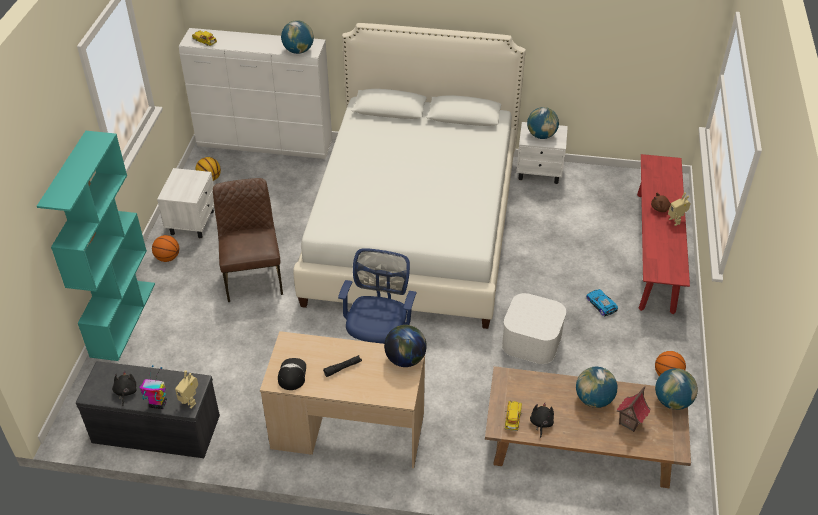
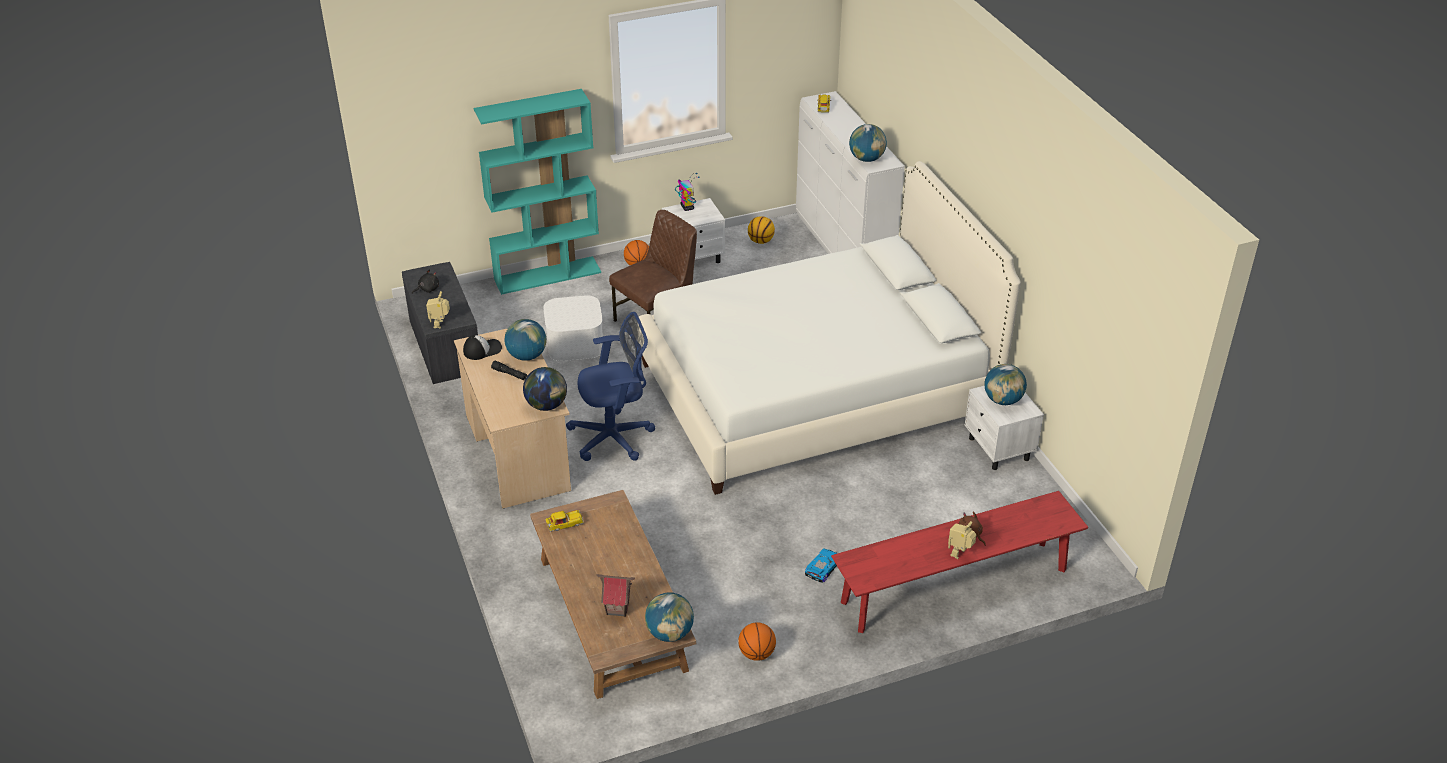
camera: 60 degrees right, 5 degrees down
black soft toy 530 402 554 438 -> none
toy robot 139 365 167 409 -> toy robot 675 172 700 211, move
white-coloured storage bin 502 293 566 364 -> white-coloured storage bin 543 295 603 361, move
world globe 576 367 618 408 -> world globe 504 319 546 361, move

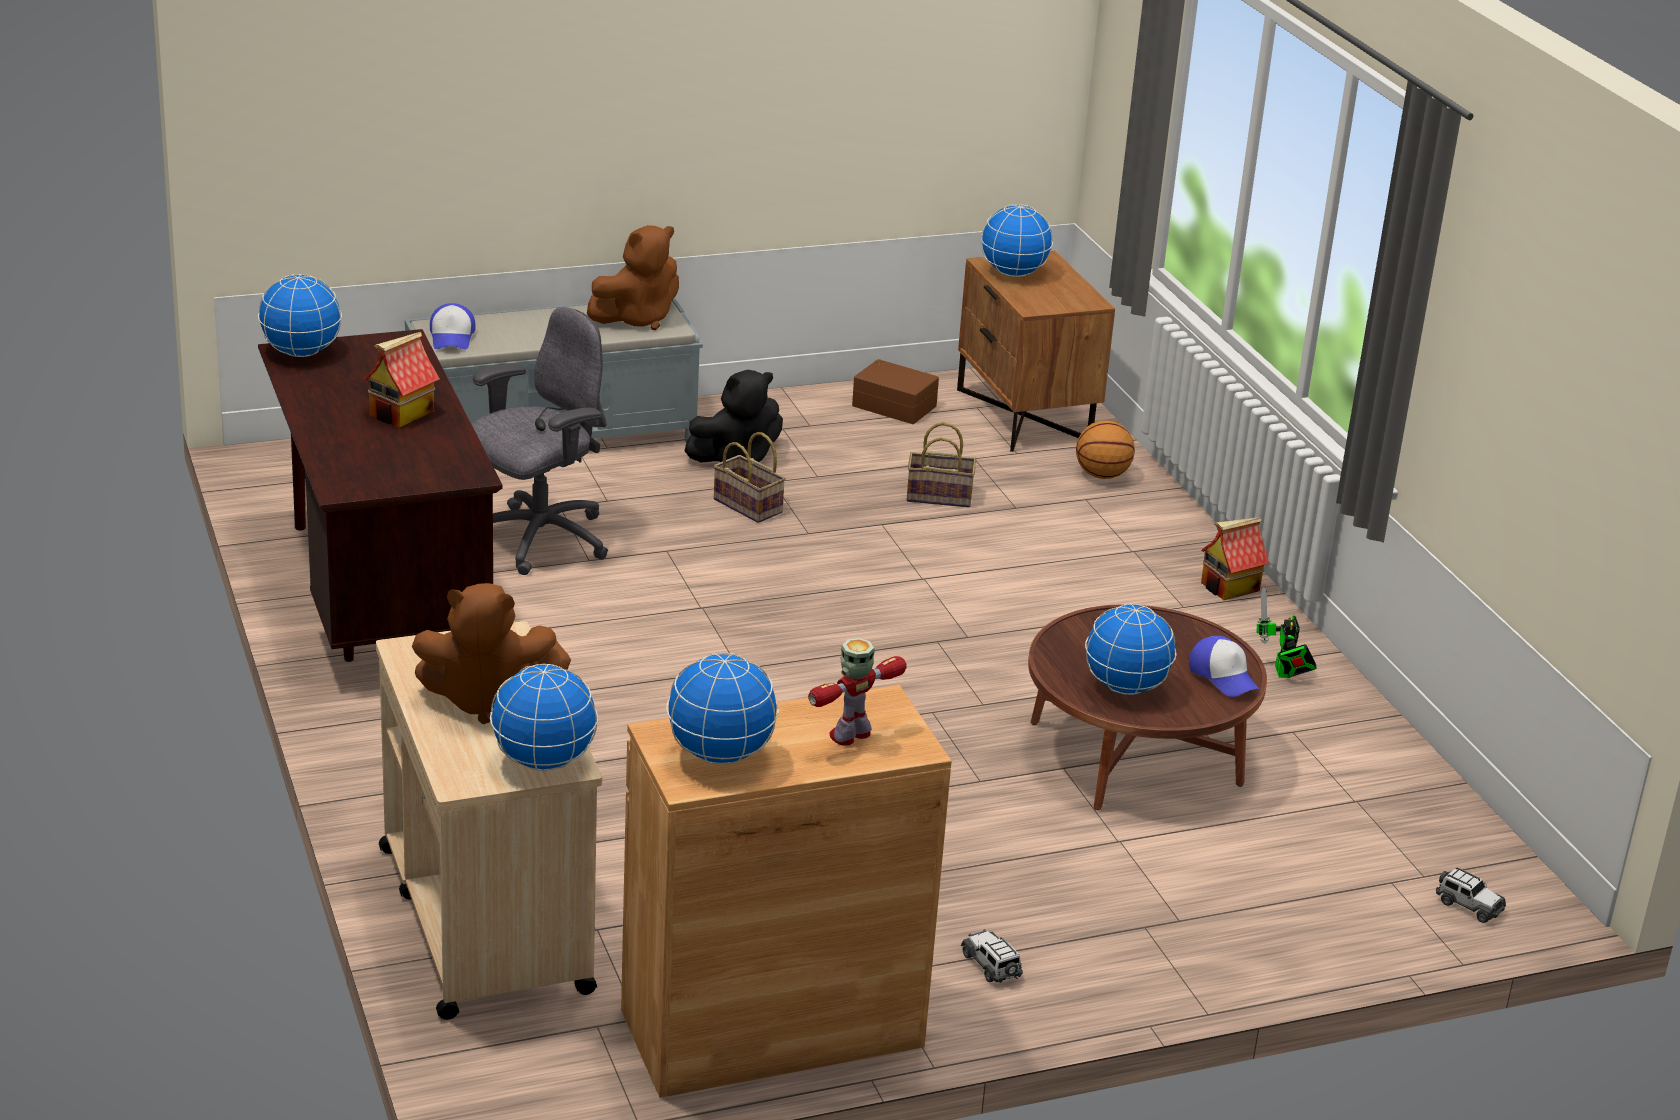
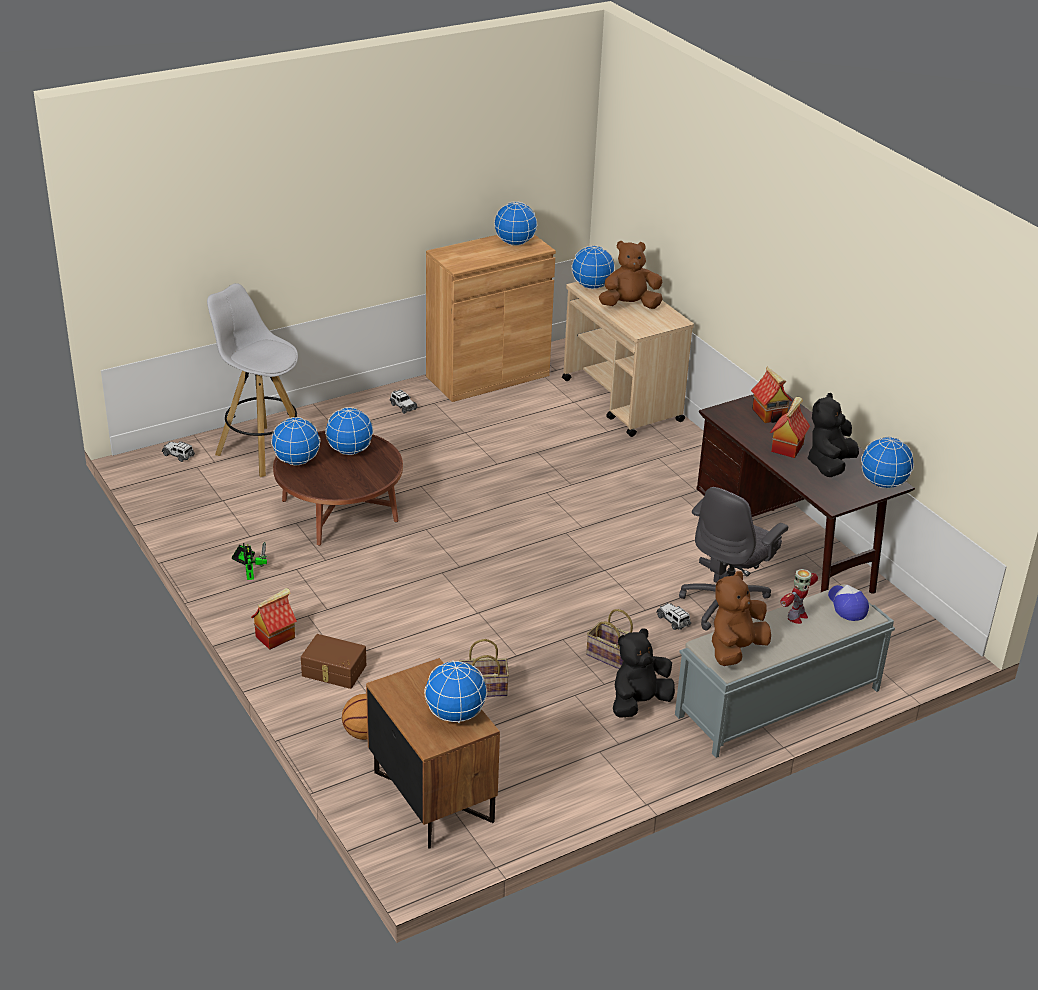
camera: 170 degrees right, 5 degrees up
none -> white-coloured sitting stool 207 283 298 477
none -> model car 656 603 691 630
none -> model house 751 367 792 423
none -> black soft toy 808 393 859 477
toy robot 808 638 907 746 -> toy robot 780 569 818 624, move
brownish storage bin 852 359 939 424 -> brownish storage bin 301 634 366 689, move
peaked cap 1189 636 1260 697 -> world globe 271 417 320 465

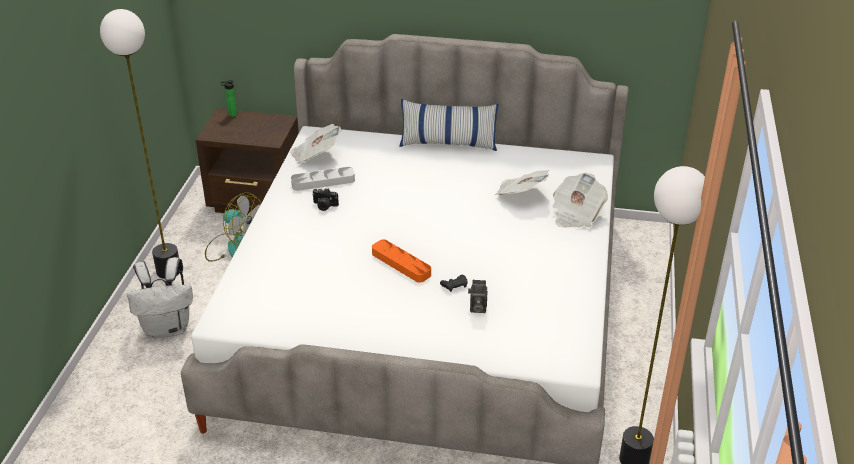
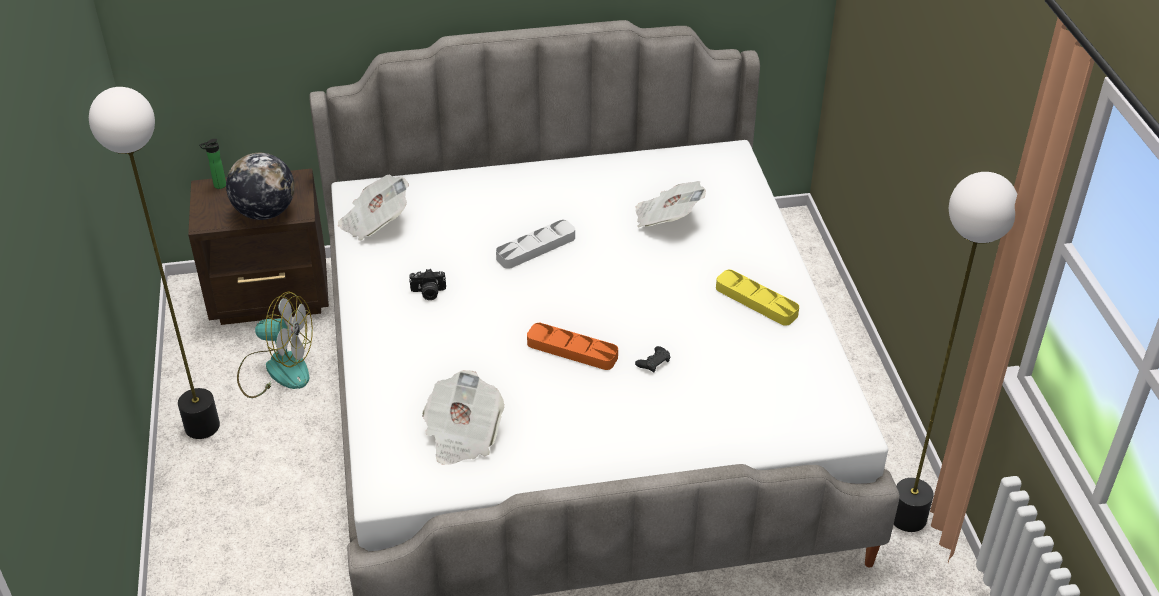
camera: 20 degrees left, 5 degrees up
white-coloured rucksack 127 257 193 339 -> none
cushion 399 99 499 151 -> none
still camera 468 280 488 313 -> none
none -> world globe 226 153 295 220
none -> yellow carrying tray 716 270 799 326
greyish carrying tray 291 167 355 191 -> greyish carrying tray 496 220 575 269, move
printed paper 552 173 608 228 -> printed paper 422 370 505 465, move

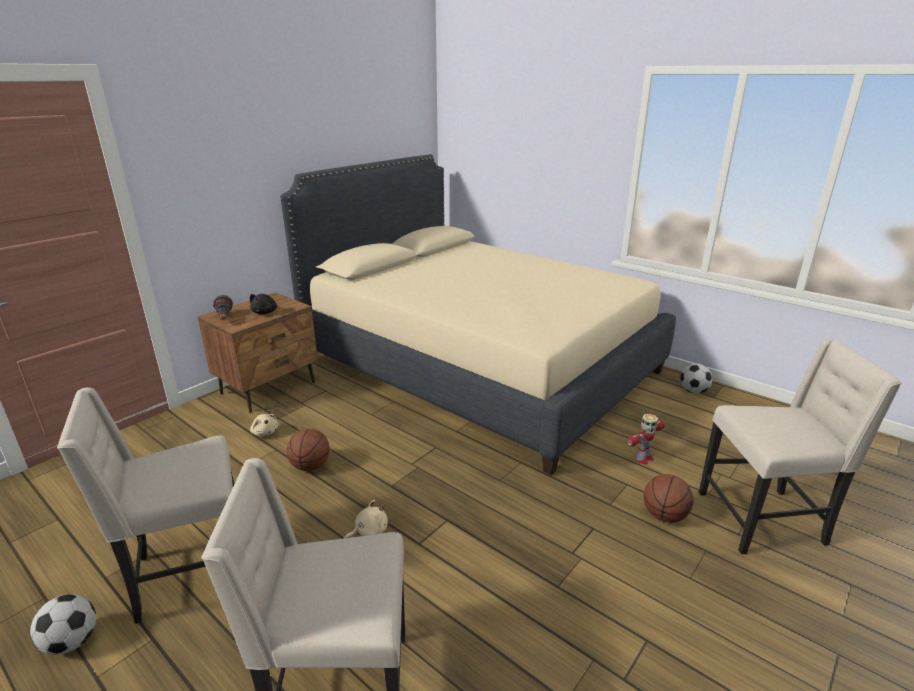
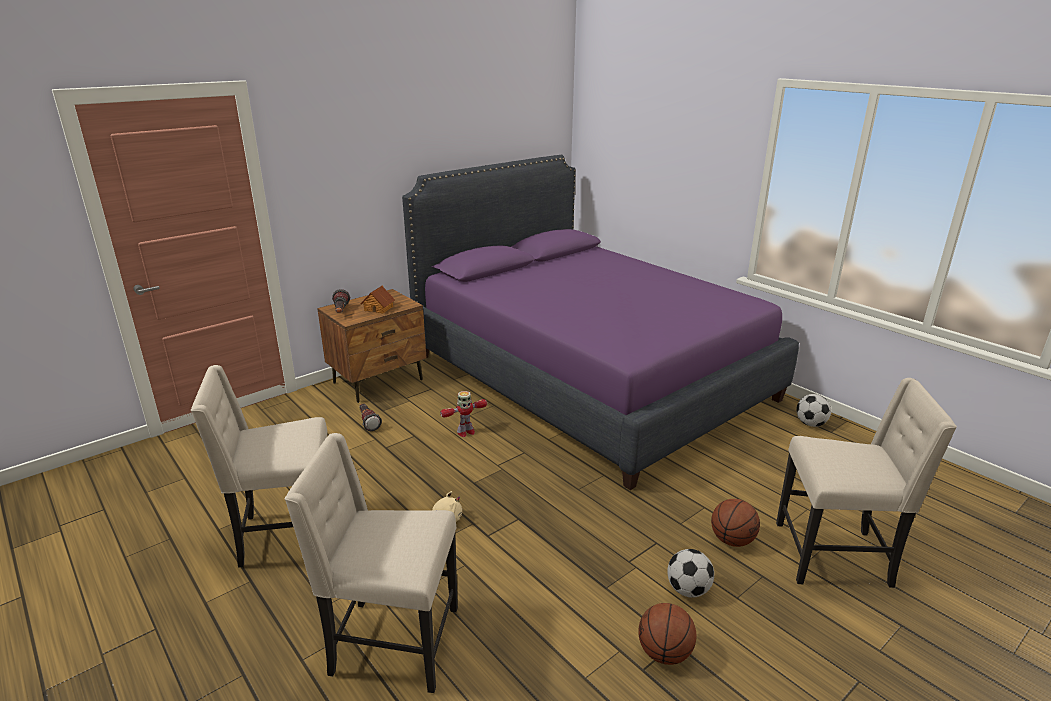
camera: 10 degrees right, 0 degrees up
football ball 30 594 96 655 -> football ball 667 549 714 598, move
basketball ball 287 429 330 471 -> basketball ball 638 603 696 665, move
toy robot 627 414 665 465 -> toy robot 440 391 487 437, move
black soft toy 250 294 277 314 -> model house 360 286 395 314
beige-coloured soft toy 250 414 278 437 -> hand torch 360 404 382 431
beige-coloured sleeping bed 280 154 676 475 -> purple sleeping bed 402 155 799 490

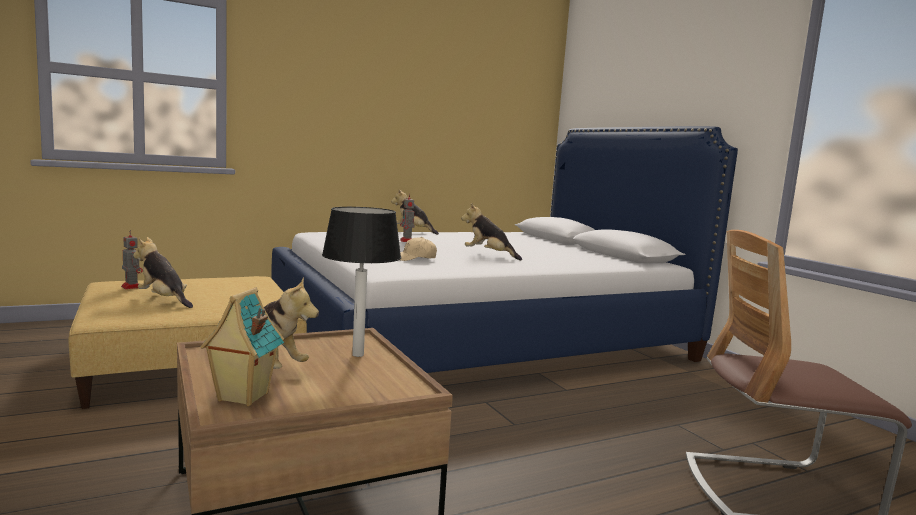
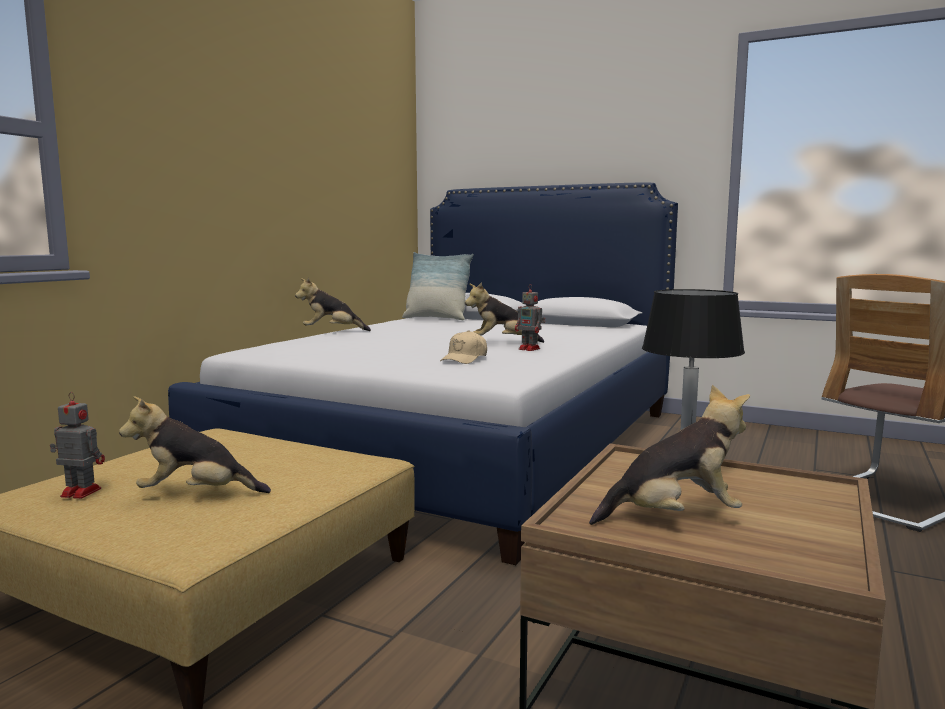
camera: 35 degrees left, 0 degrees up
model house 201 287 284 406 -> none
none -> cushion 402 252 474 320
toy robot 400 193 414 242 -> toy robot 515 284 545 351, move

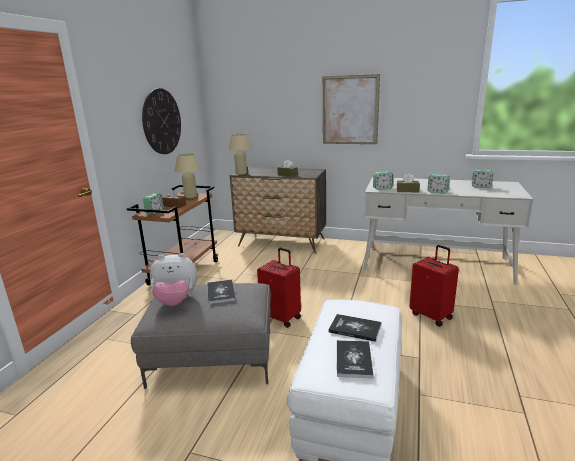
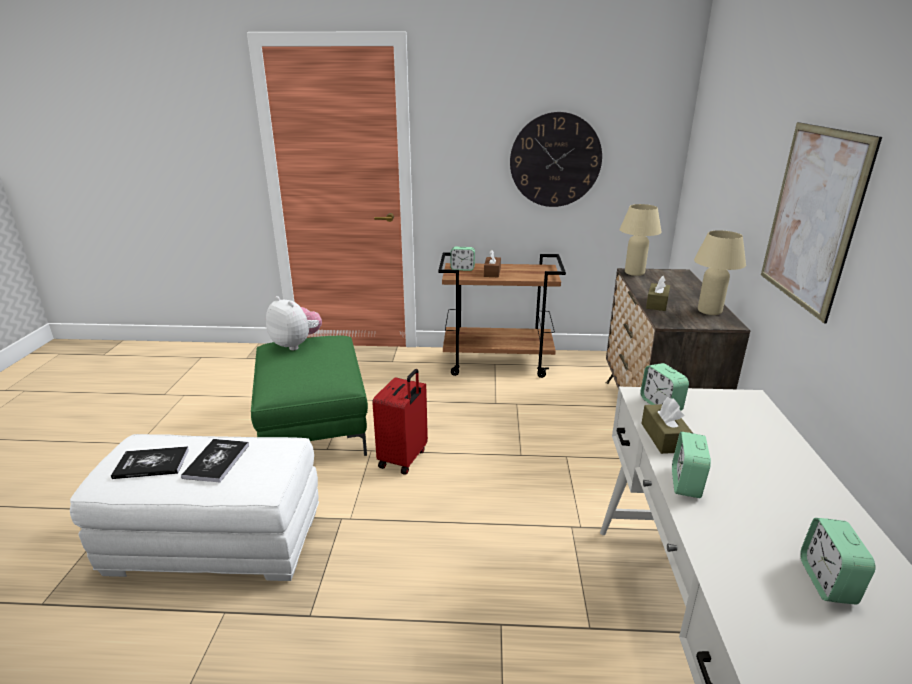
camera: 75 degrees right, 5 degrees up
bound book 207 280 236 304 -> none
red suitcase 410 245 459 327 -> none
beige-coloured lamp for a table 174 153 200 198 -> beige-coloured lamp for a table 694 230 746 315, move
greyish ottoman 131 283 271 389 -> green ottoman 251 336 368 456
soft toy 150 253 197 306 -> soft toy 266 296 322 350, 150 degrees clockwise

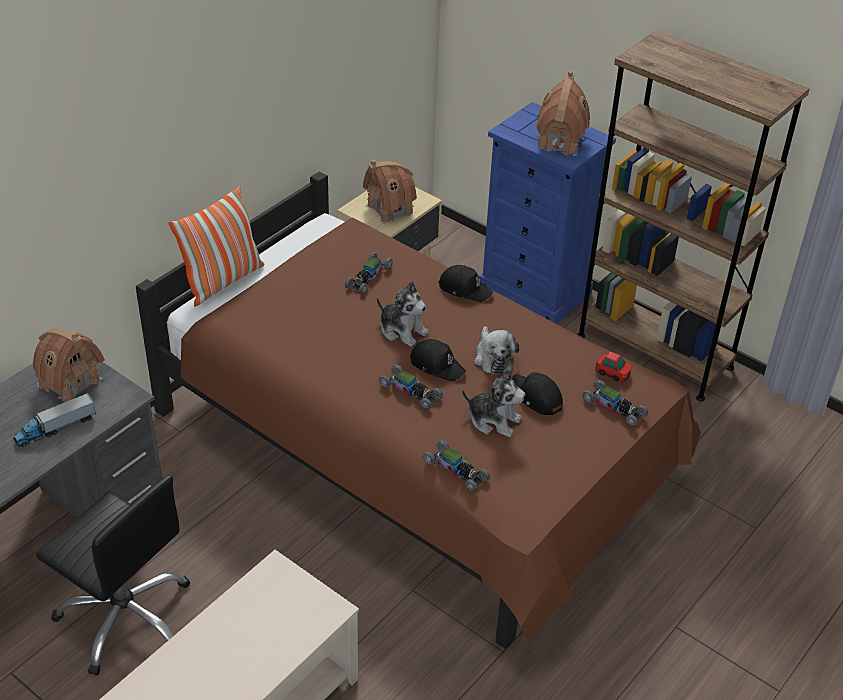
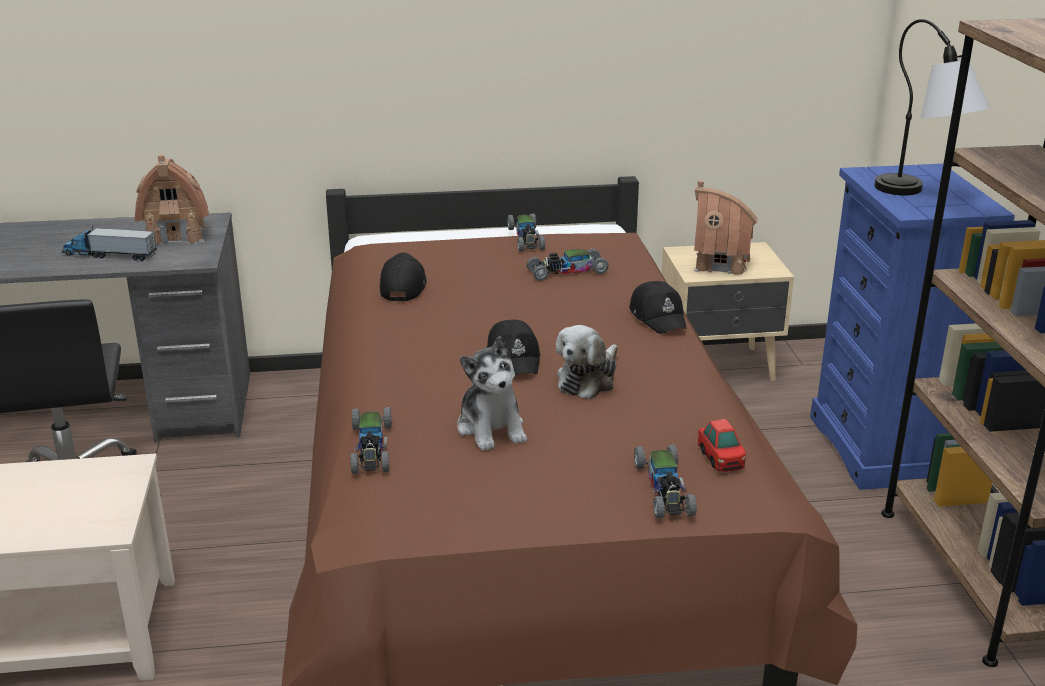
camera: 45 degrees right, 15 degrees down
cushion 168 186 264 307 -> none
soft toy 377 281 429 347 -> none
model car 379 365 443 410 -> model car 507 214 545 252, move
black peaked cap 512 372 563 415 -> black peaked cap 380 252 427 301, move
model house 536 70 590 156 -> lamp for a table 874 19 990 195

